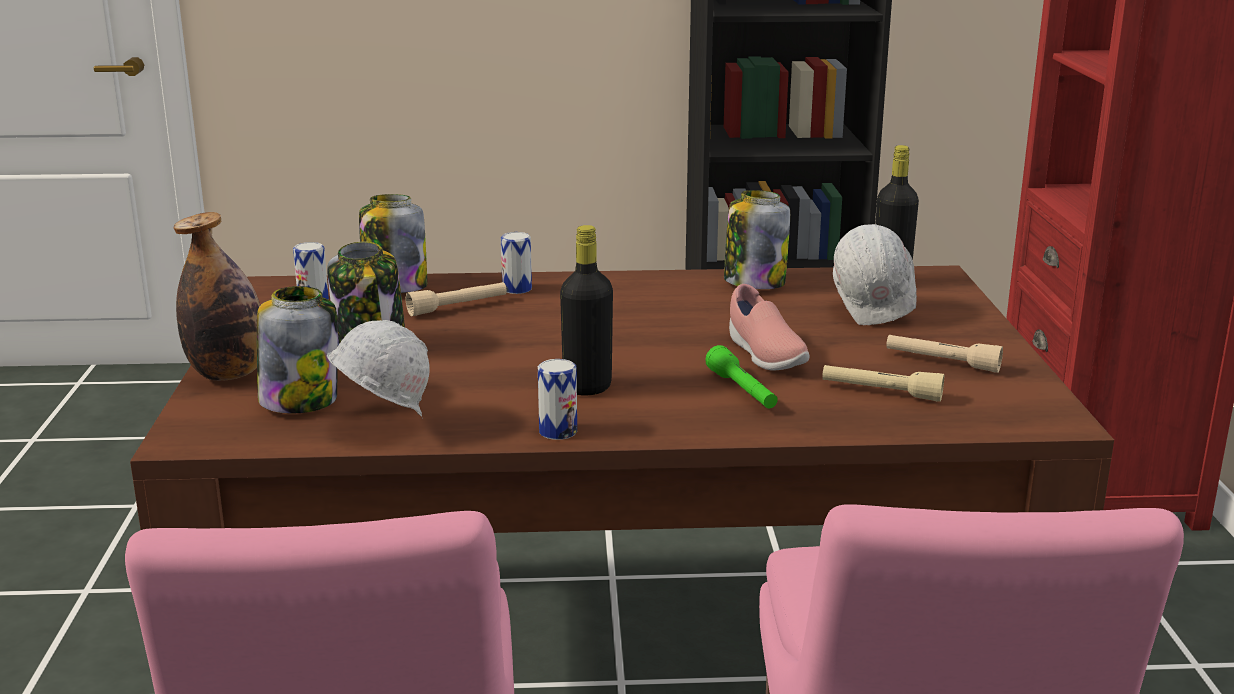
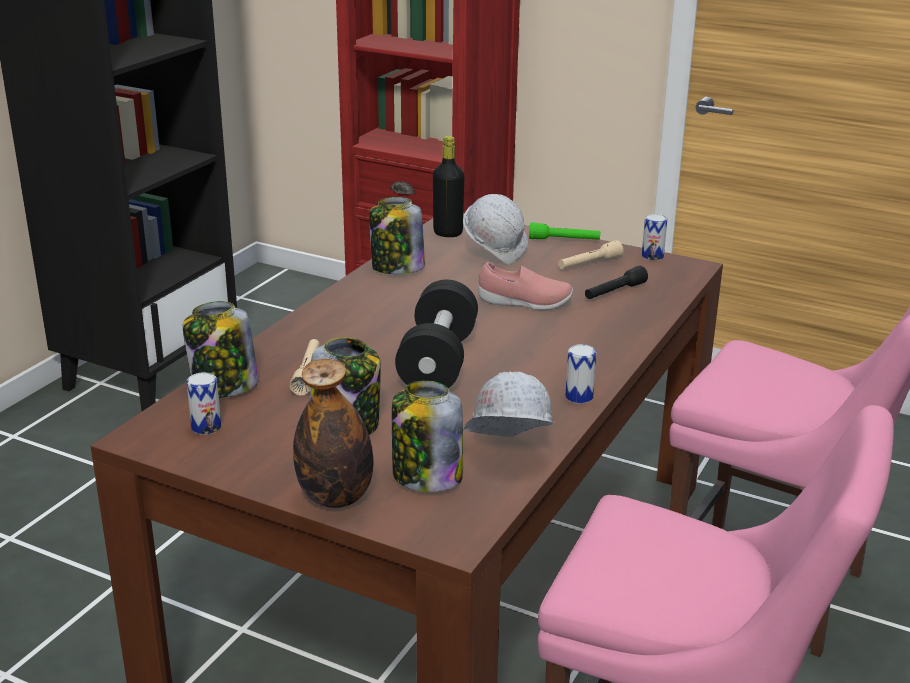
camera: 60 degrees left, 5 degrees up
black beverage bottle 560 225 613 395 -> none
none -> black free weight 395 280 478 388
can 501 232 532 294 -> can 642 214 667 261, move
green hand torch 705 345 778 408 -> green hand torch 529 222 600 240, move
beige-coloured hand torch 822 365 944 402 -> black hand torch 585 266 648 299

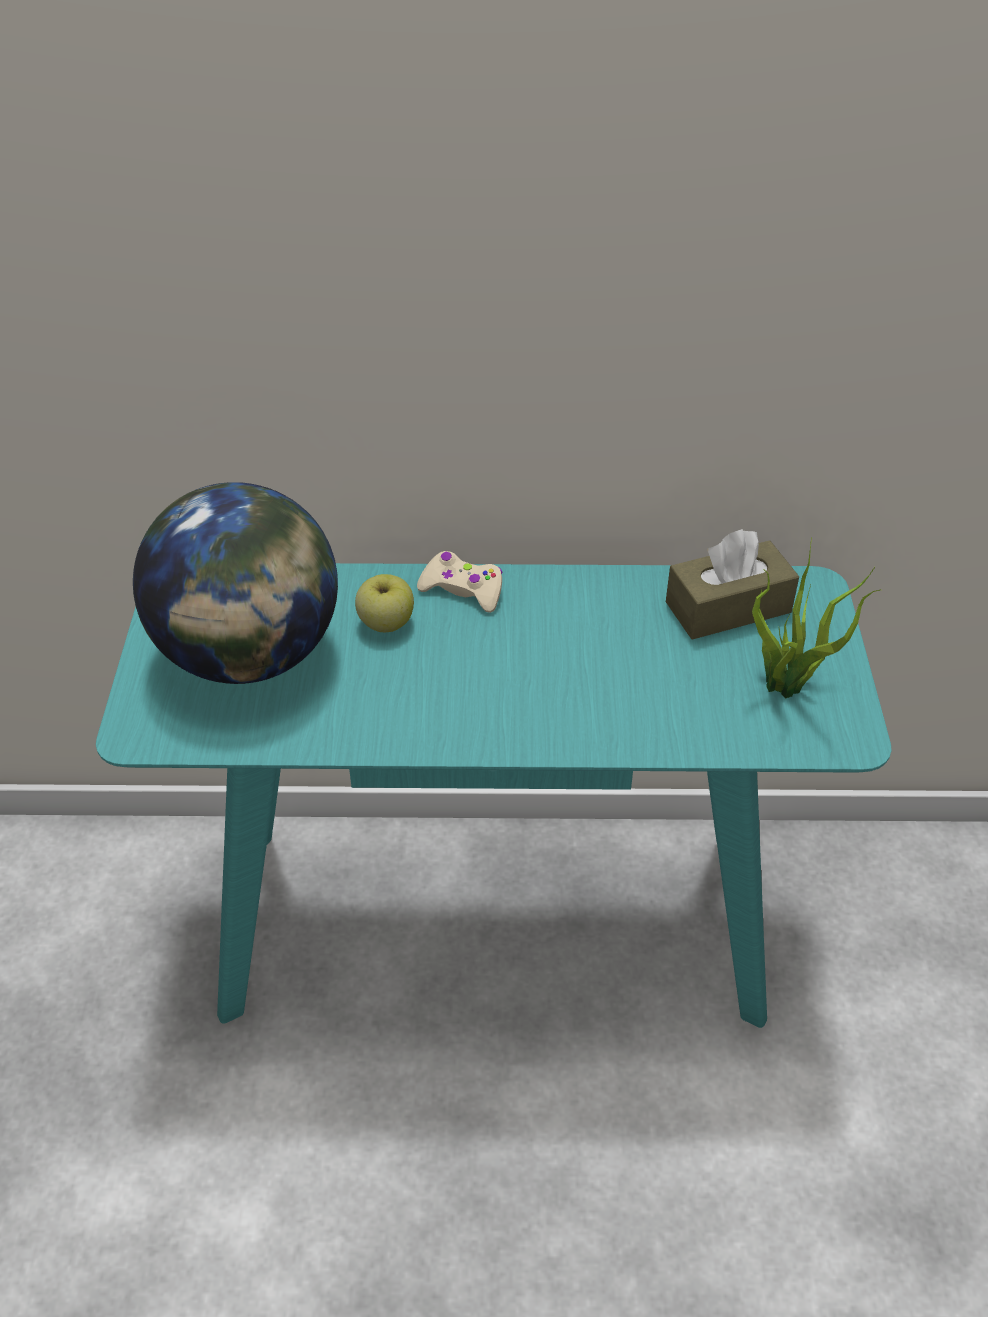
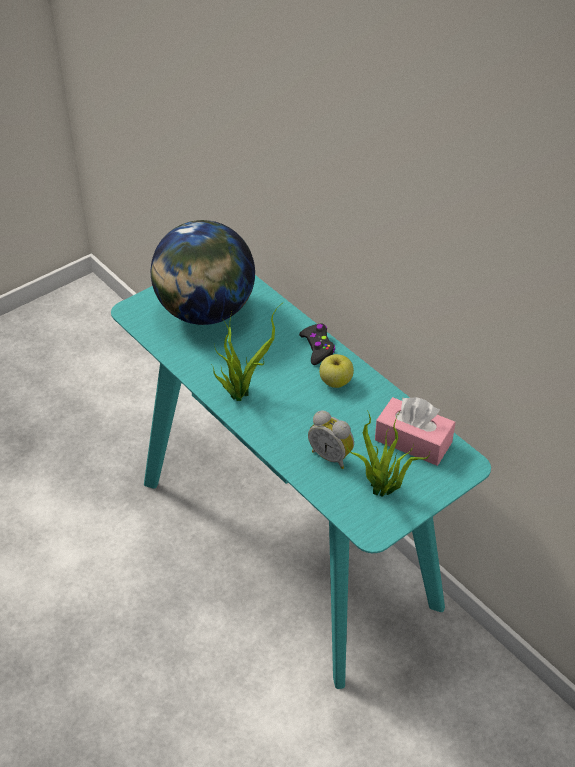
camera: 50 degrees right, 0 degrees up
none -> houseplant 212 304 281 401
none -> bedside clock 308 411 354 469
apple fruit 355 574 414 632 -> apple fruit 319 354 354 388, move
beige-coloured gamepad 417 551 503 613 -> black gamepad 299 324 335 365
brownish box of tissues 666 529 799 640 -> pink-coloured box of tissues 375 397 456 466

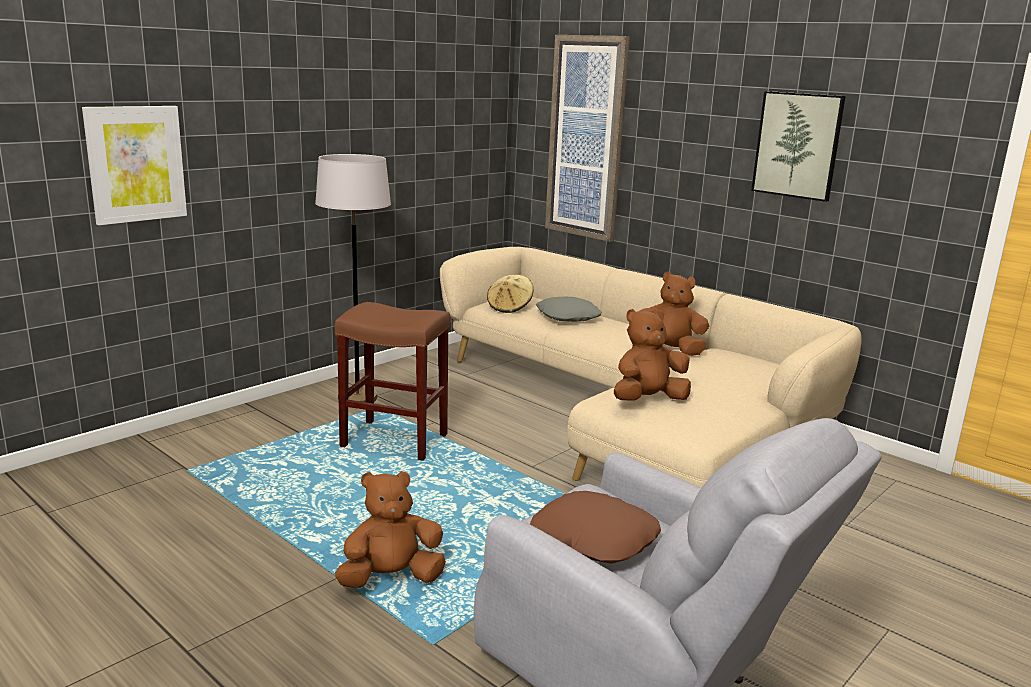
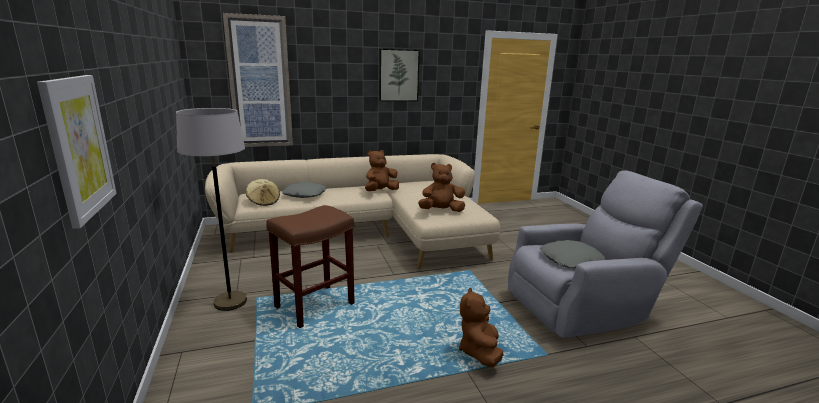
camera: 60 degrees left, 0 degrees up
brownish cushion 530 491 661 564 -> greyish cushion 540 240 606 268
brownish soft toy 614 309 691 401 -> brownish soft toy 418 163 465 212, 75 degrees clockwise

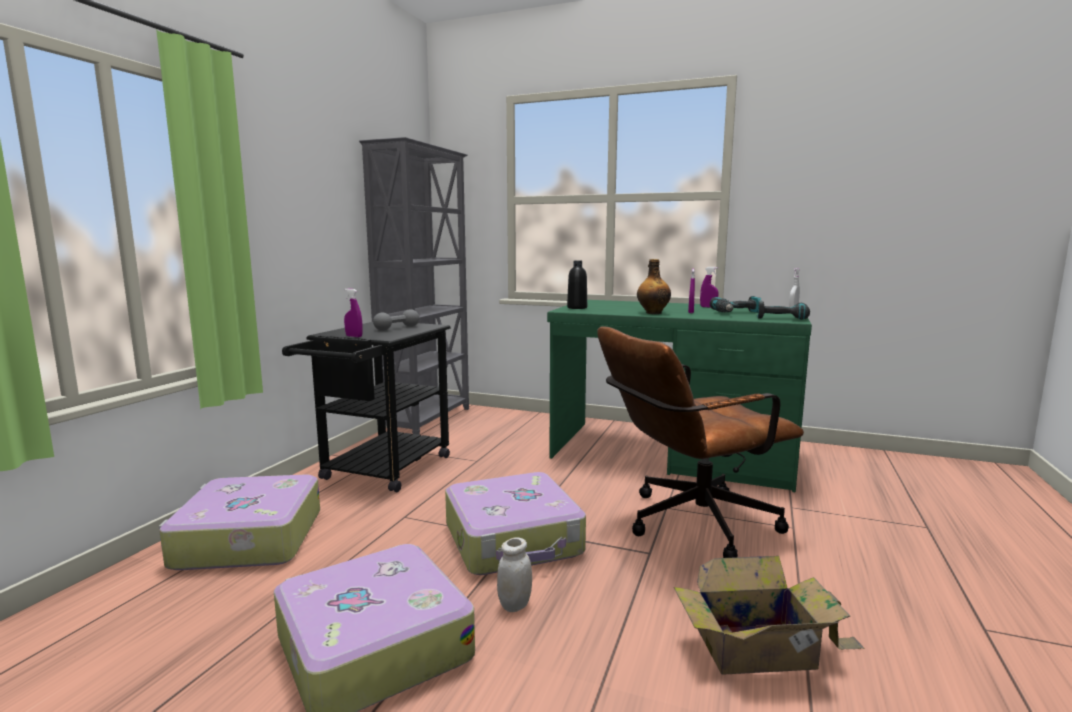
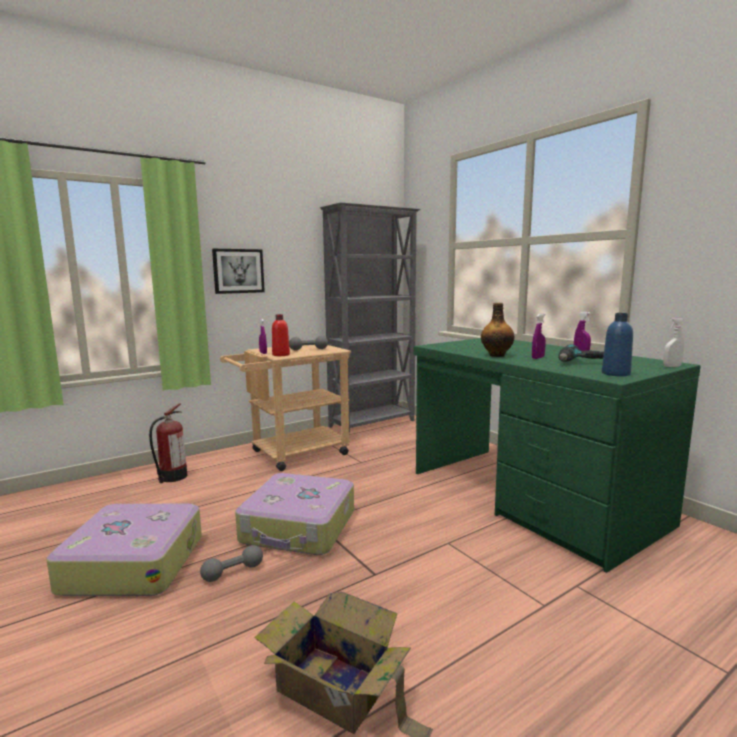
camera: 35 degrees right, 0 degrees up
black beverage bottle 567 261 587 309 -> none
brownish desk chair 597 327 804 558 -> none
none -> wall art 212 249 265 294
none -> red beverage bottle 272 314 290 356
suitcase 159 475 320 570 -> fire extinguisher 149 403 187 483
white-coloured jar 497 537 532 612 -> greyish free weight 200 545 263 582
power drill 757 300 810 320 -> blue-coloured beverage bottle 602 313 633 376
black cart 282 322 451 492 -> beige-coloured cart 220 345 351 471

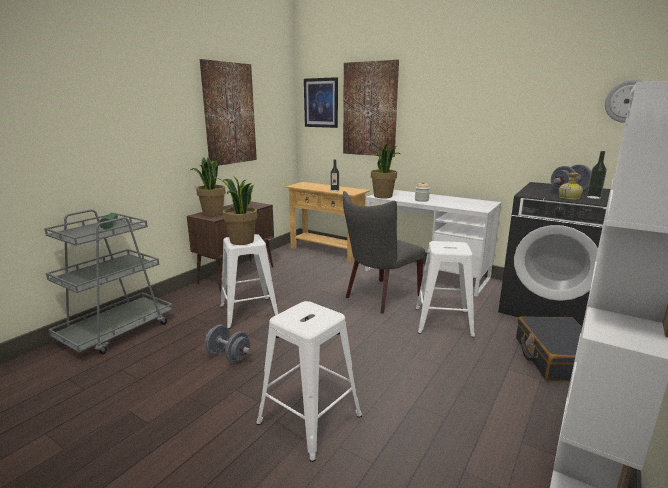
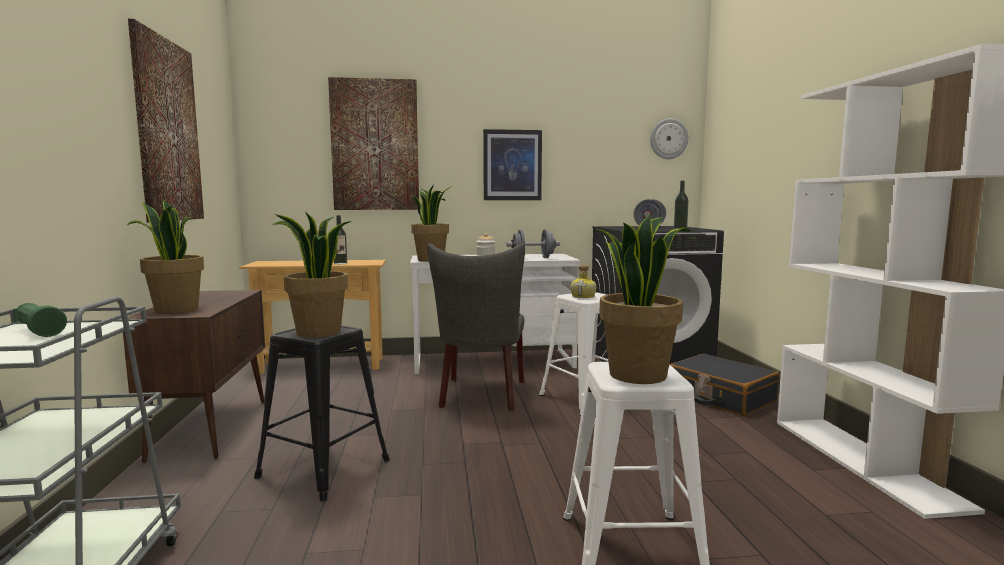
camera: 40 degrees left, 10 degrees down
none -> houseplant 596 214 691 384
greyish free weight 205 324 251 363 -> greyish free weight 507 229 560 258, move
wall art 304 77 338 128 -> wall art 483 129 542 200, move
beverage bottle 559 172 583 200 -> beverage bottle 570 265 597 298, move
white-coloured sitting stool 220 234 278 329 -> black sitting stool 254 326 390 502

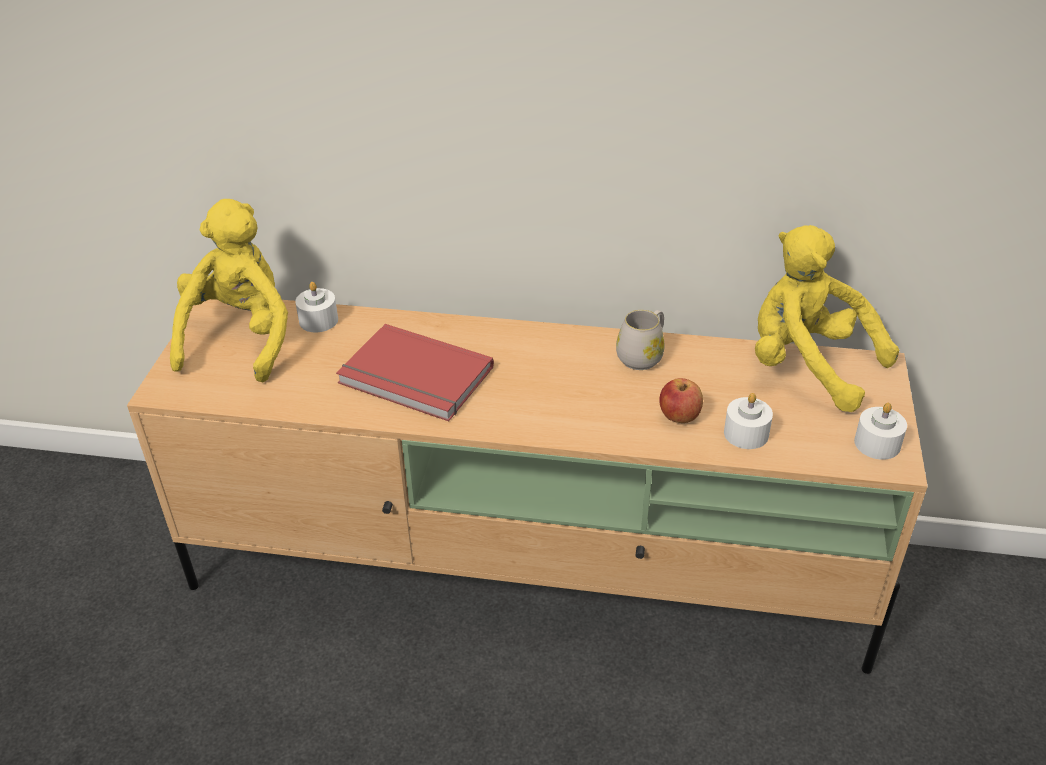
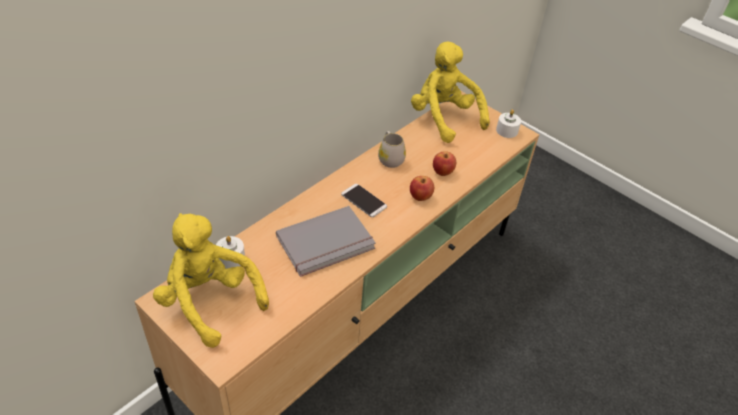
camera: 60 degrees left, 5 degrees up
white-coloured wax candle 724 393 773 449 -> none
none -> telephone 341 184 387 217
none -> apple fruit 410 176 434 201
red bound book 336 324 494 421 -> greyish bound book 276 206 376 277
yellow soft toy 755 225 899 412 -> yellow soft toy 411 41 490 143, 75 degrees clockwise

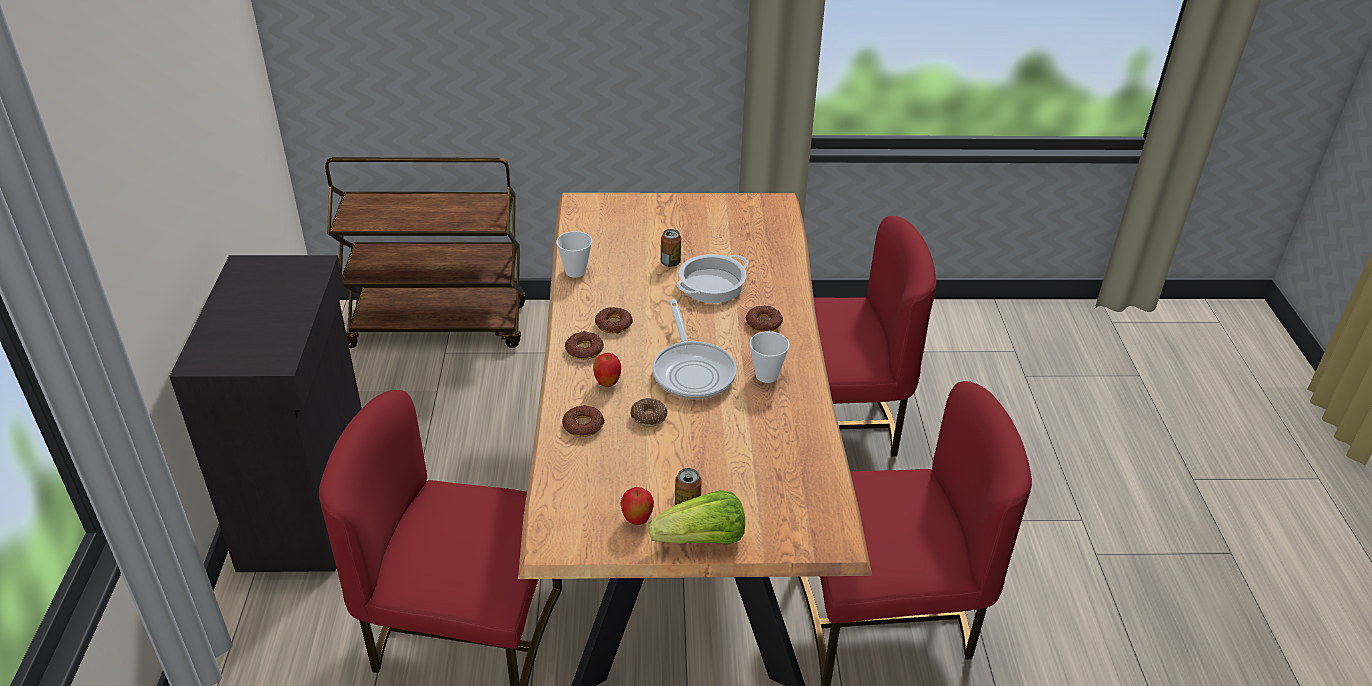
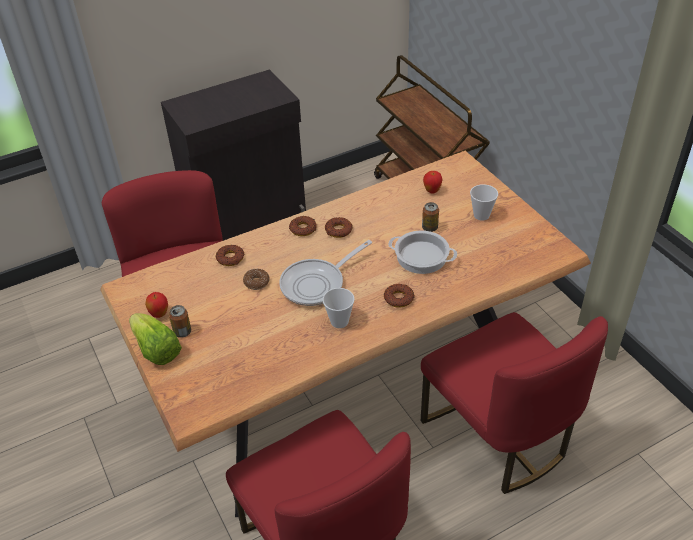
camera: 65 degrees right, 5 degrees up
cup 556 231 592 278 -> cup 470 184 498 221, move
apple fruit 593 353 621 387 -> apple fruit 423 171 443 194, move

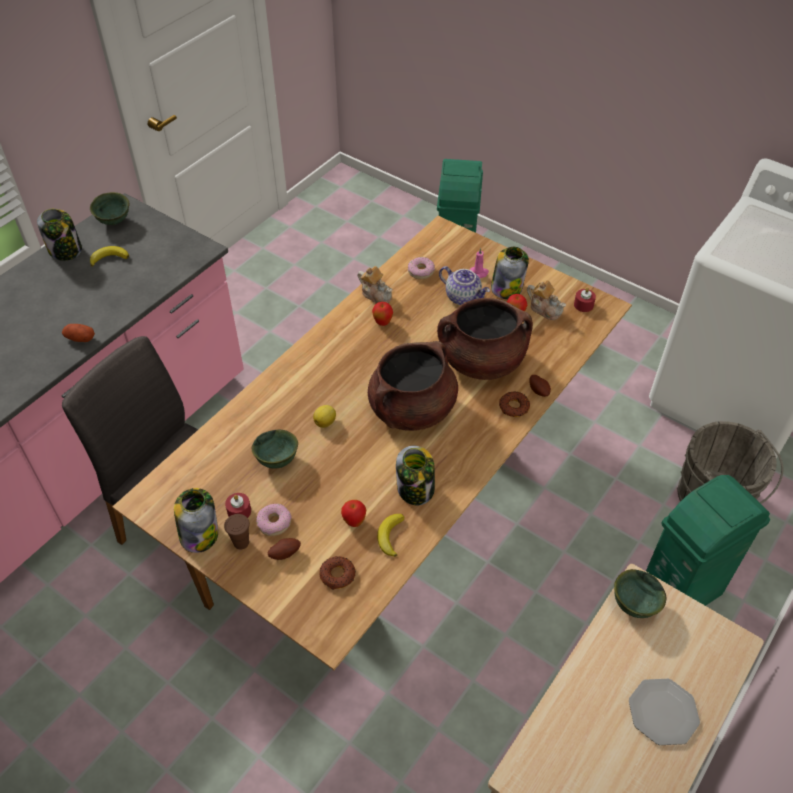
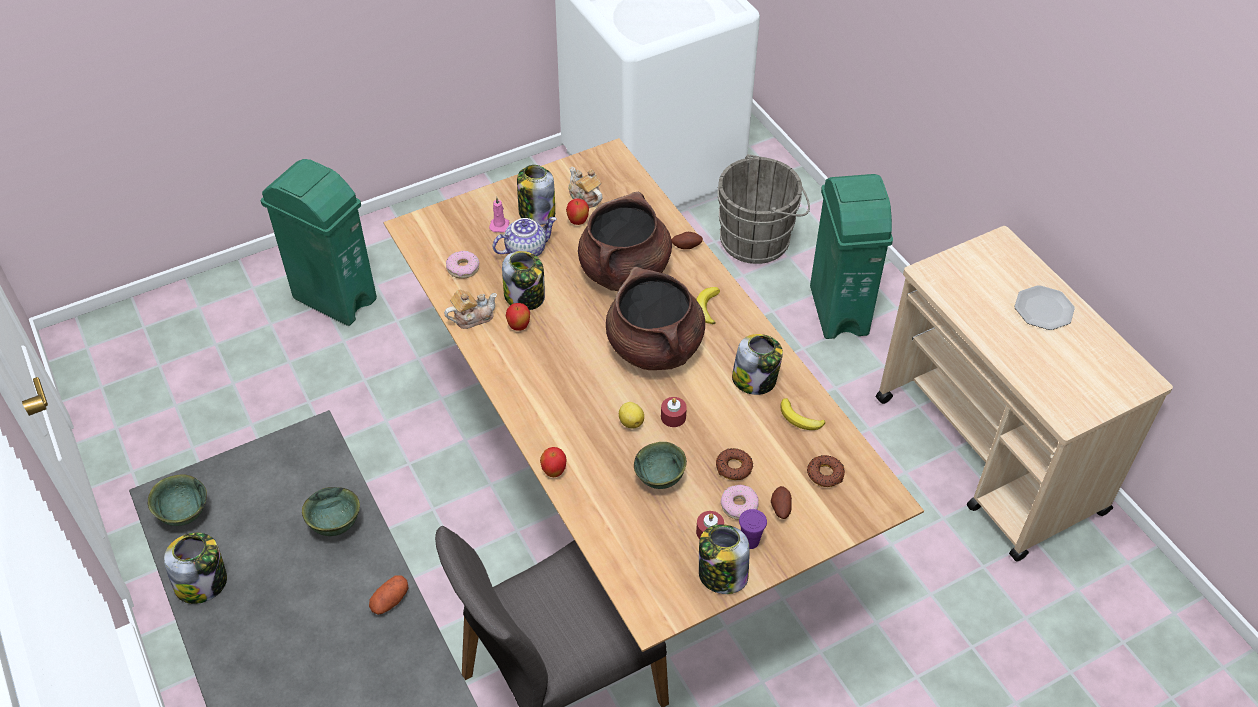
camera: 65 degrees left, 0 degrees up
none -> jar 502 251 545 310
banana 90 246 129 267 -> banana 696 287 720 324, move
apple fruit 341 500 366 527 -> apple fruit 540 447 567 477, move
doughnut 499 391 530 417 -> doughnut 716 448 753 480, move
red wax candle 574 288 596 312 -> red wax candle 661 397 687 427, move
green serving bowl 614 569 667 618 -> green serving bowl 302 487 360 536, move
brownish cup 224 514 250 549 -> purple cup 739 509 767 549
tea pot 527 280 566 320 -> tea pot 568 167 603 208, 105 degrees counterclockwise

